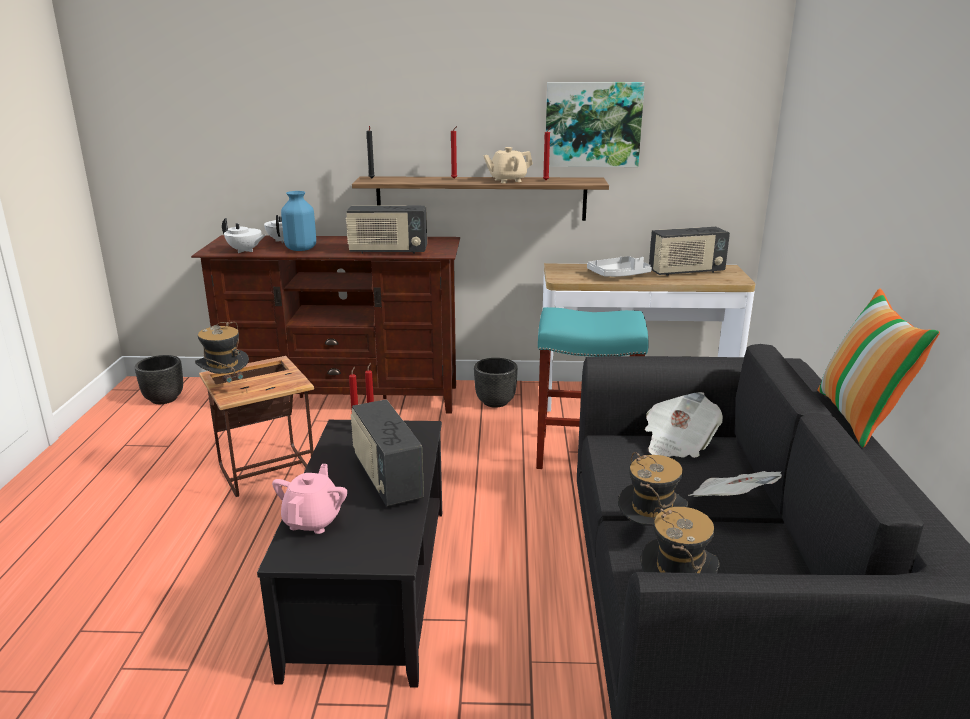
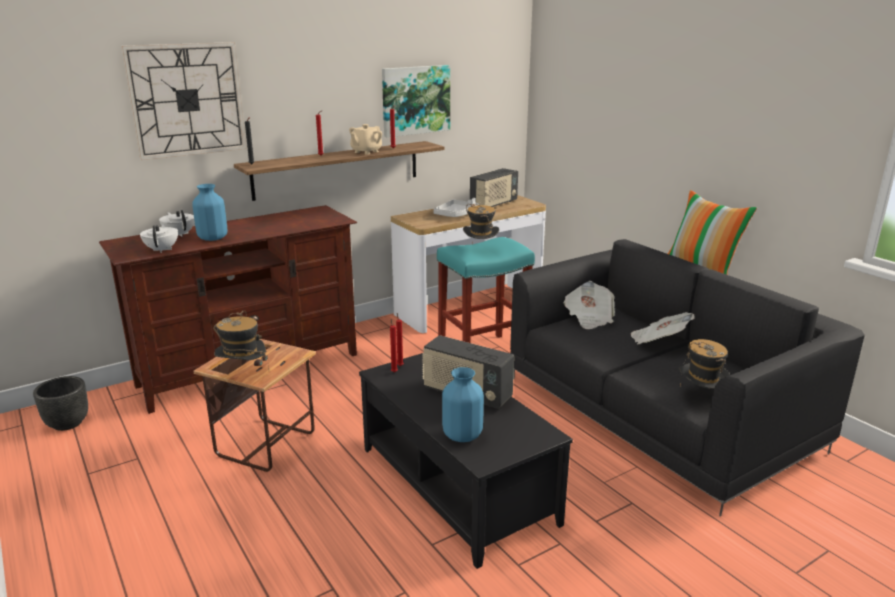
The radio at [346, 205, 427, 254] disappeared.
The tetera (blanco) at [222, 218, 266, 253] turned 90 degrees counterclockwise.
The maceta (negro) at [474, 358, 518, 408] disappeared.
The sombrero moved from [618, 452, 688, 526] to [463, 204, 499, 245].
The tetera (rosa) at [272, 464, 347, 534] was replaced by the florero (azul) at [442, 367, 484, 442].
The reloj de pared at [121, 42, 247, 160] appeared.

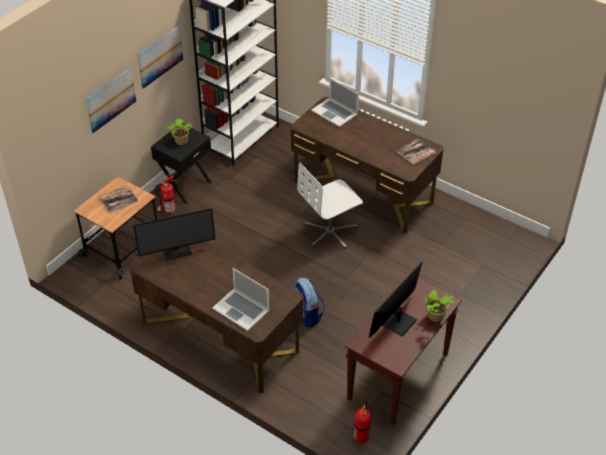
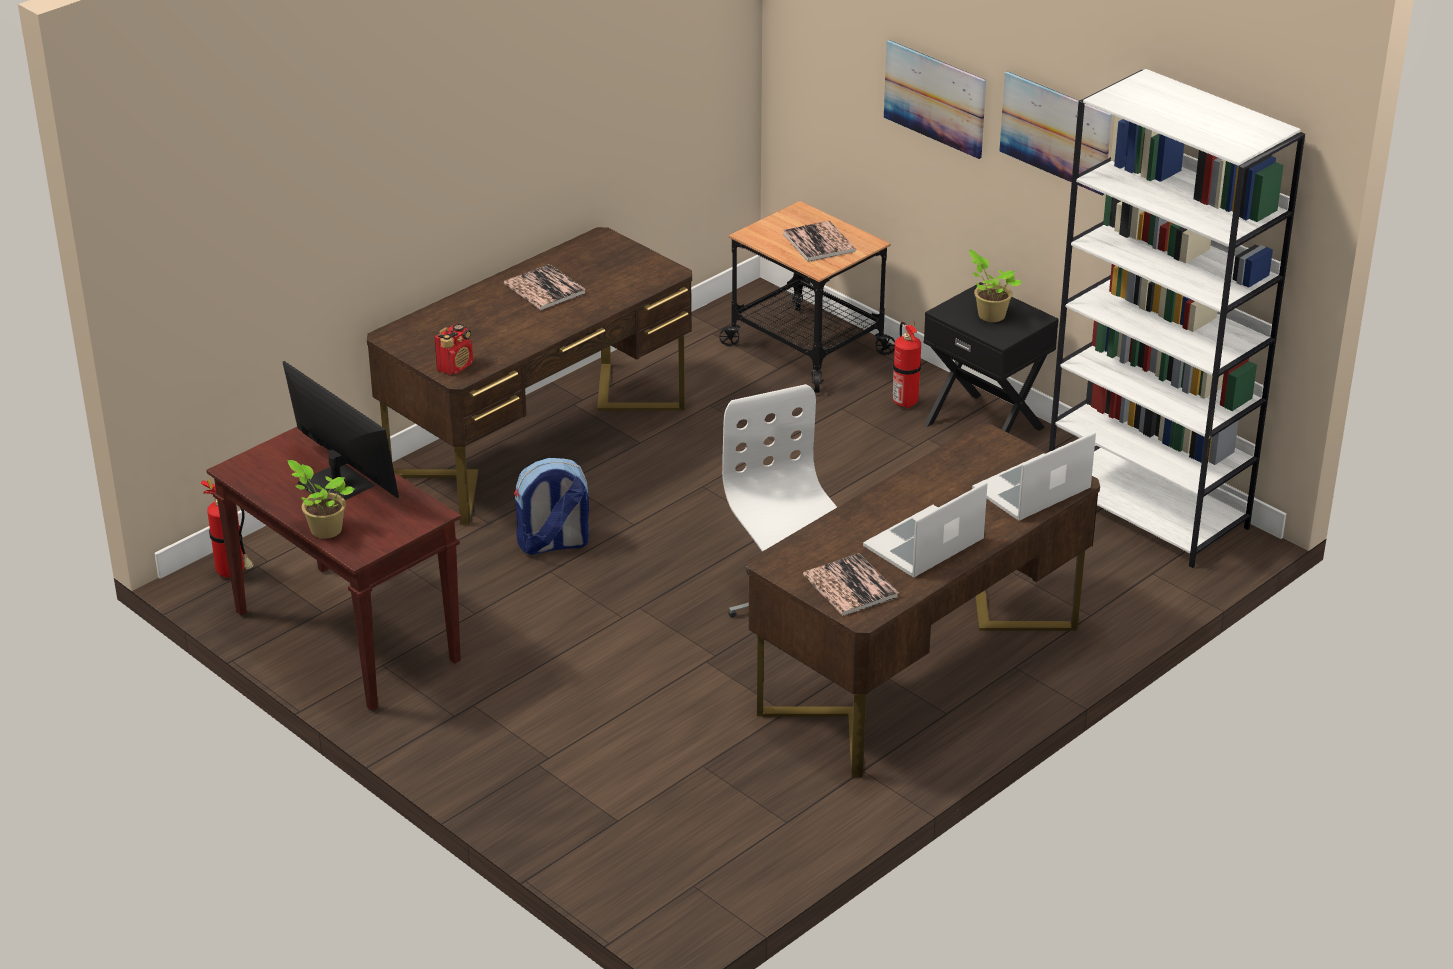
The monitor at [133, 208, 216, 260] disappeared.
The portátil moved from [212, 268, 270, 331] to [863, 482, 988, 577].
The libro at [504, 264, 586, 311] appeared.
The radio at [435, 323, 473, 375] appeared.

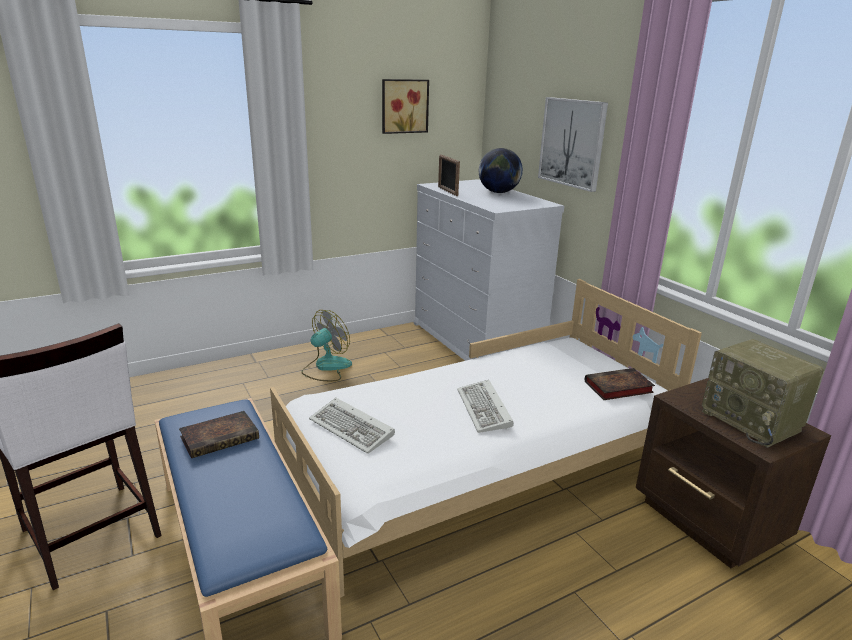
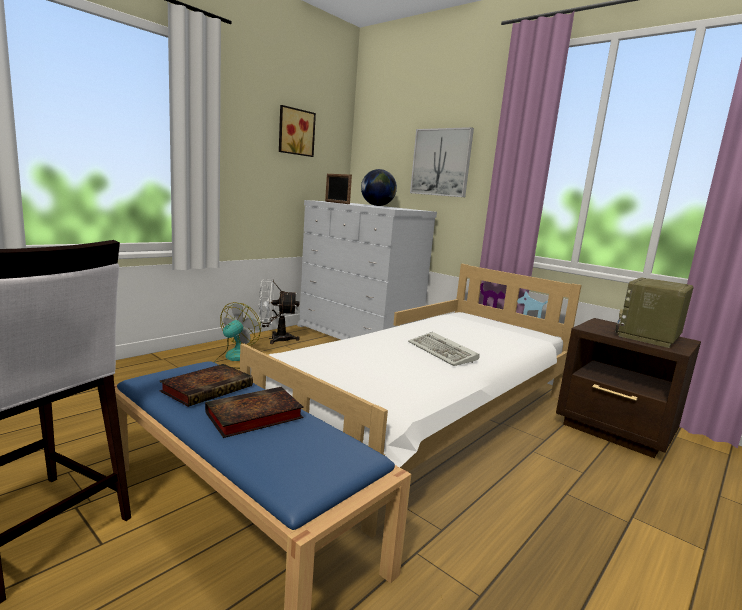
The radio at [702, 339, 824, 448] turned 90 degrees clockwise.
The libro moved from [585, 368, 655, 400] to [205, 387, 304, 438].
The teclado at [309, 398, 395, 454] disappeared.
The ventilador (blanco) at [258, 279, 300, 344] appeared.

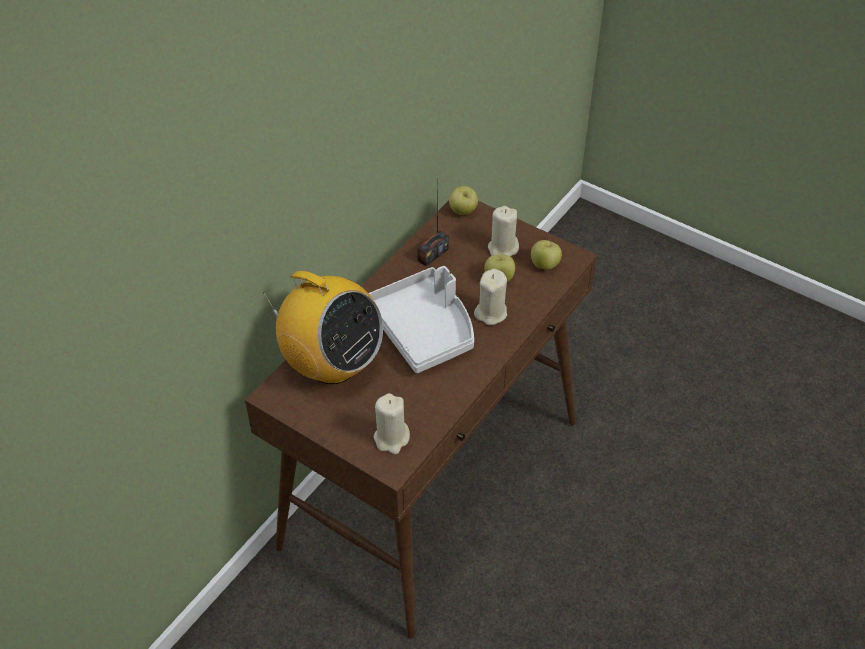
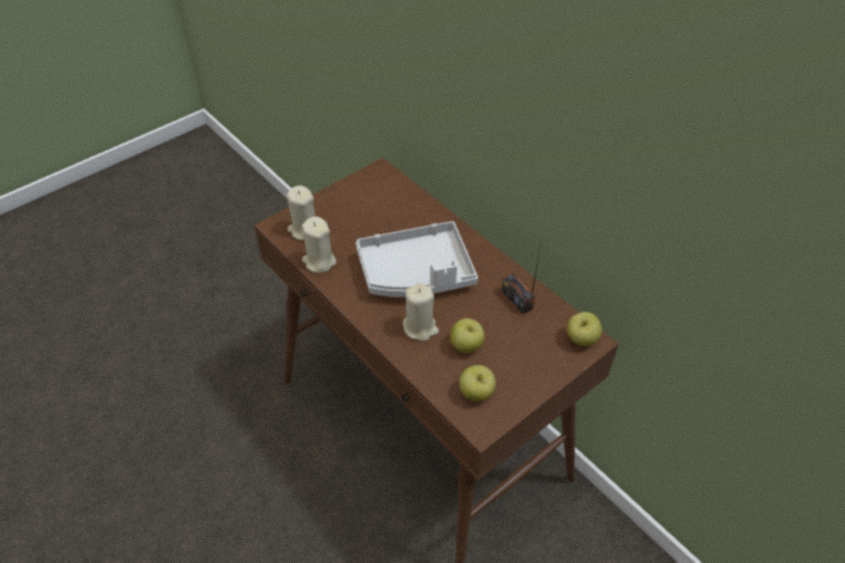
The vela (beis) moved from [488, 206, 519, 257] to [302, 217, 337, 273].
The radio at [263, 271, 383, 384] disappeared.

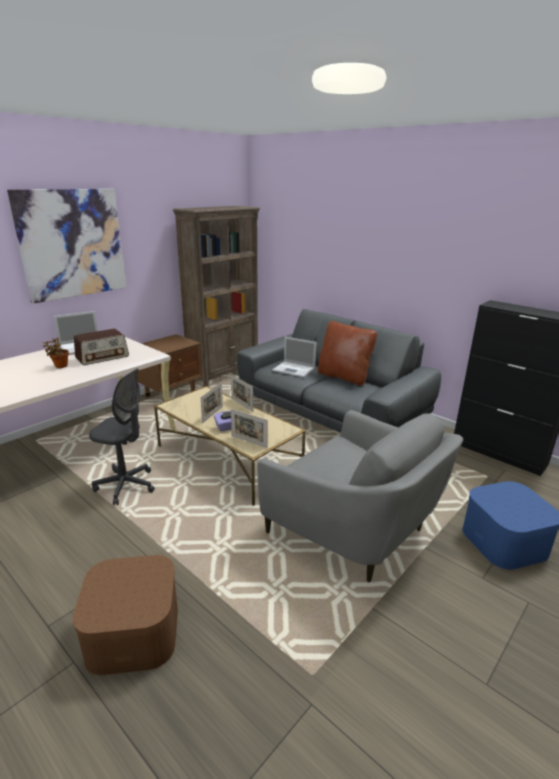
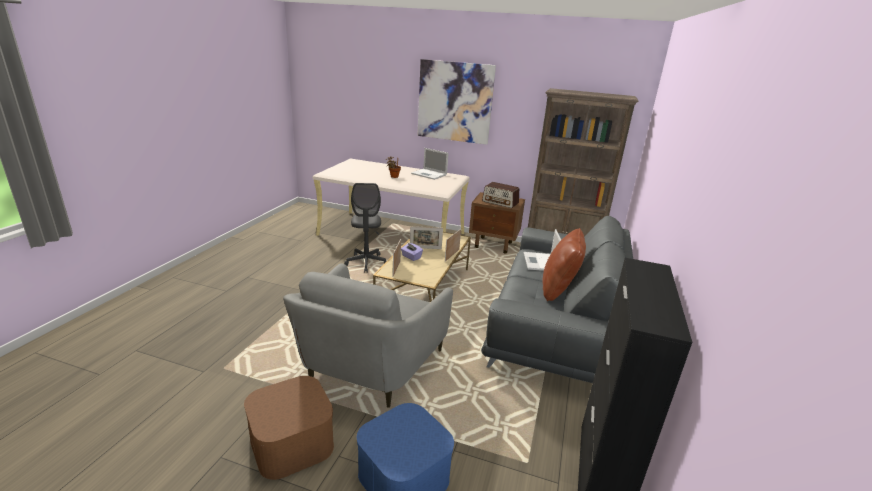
The radio moved from [74, 329, 129, 365] to [482, 182, 519, 208].
The caja de almacenaje (marrón) moved from [73, 555, 178, 675] to [244, 376, 334, 480].

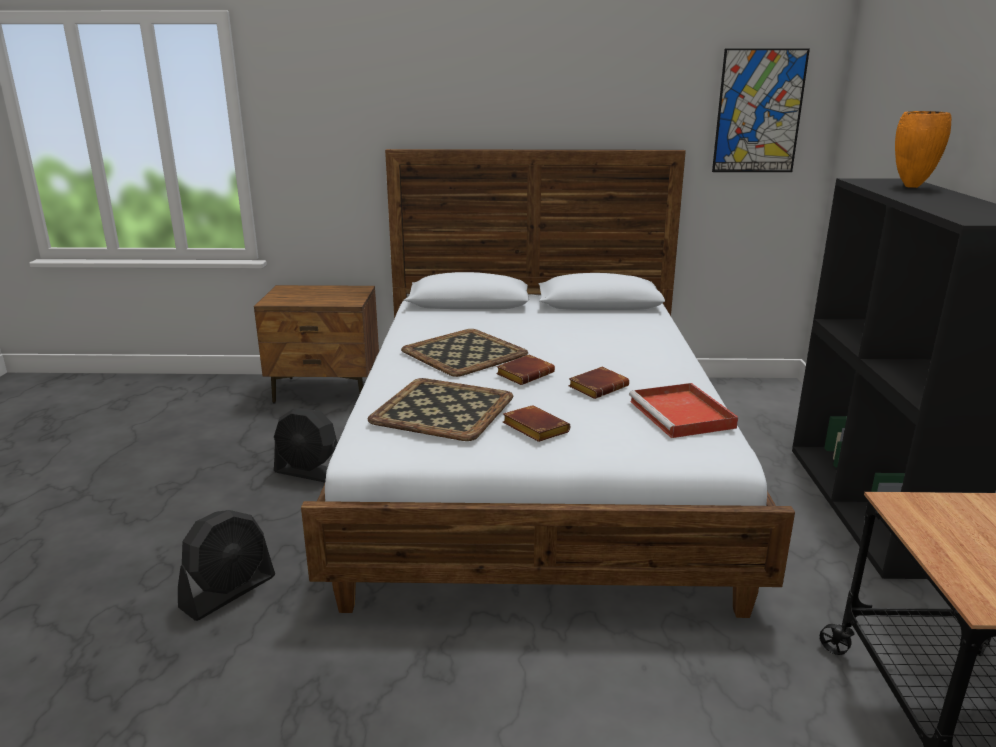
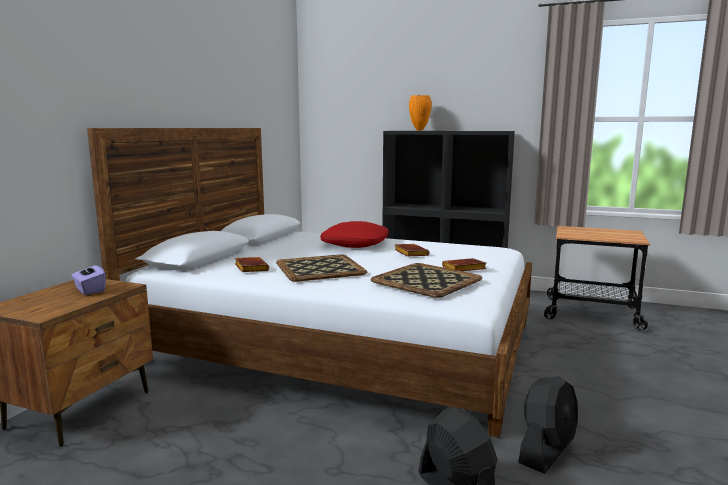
The cuadro at [712, 49, 810, 172] disappeared.
The libro (marrón) moved from [496, 355, 555, 385] to [235, 257, 269, 272].
The bandeja (rojo) at [629, 383, 738, 438] disappeared.
The ventilador (negro) moved from [274, 408, 338, 483] to [518, 376, 578, 474].
The cojín (rojo) at [320, 221, 389, 248] appeared.
The caja de pañuelos (morado) at [71, 263, 106, 295] appeared.

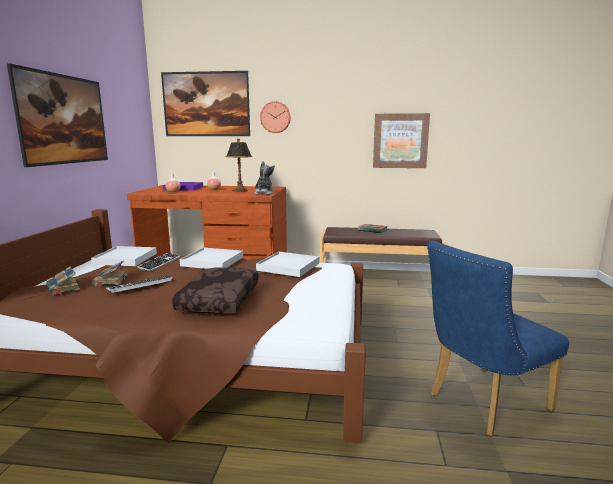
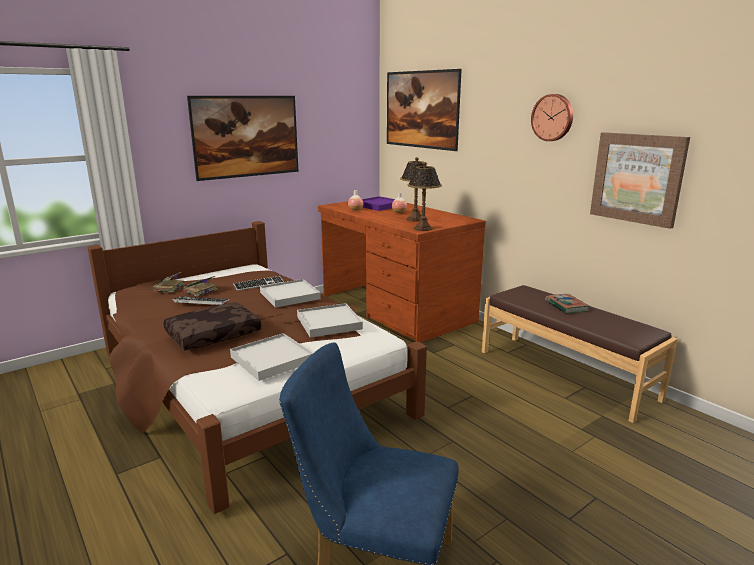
The reloj de pared moved from [260, 101, 291, 133] to [531, 94, 573, 141].
The peluche at [254, 161, 275, 195] was replaced by the lámpara de mesa at [408, 162, 442, 231].
The bandeja (blanco) moved from [91, 246, 157, 266] to [230, 333, 313, 381].

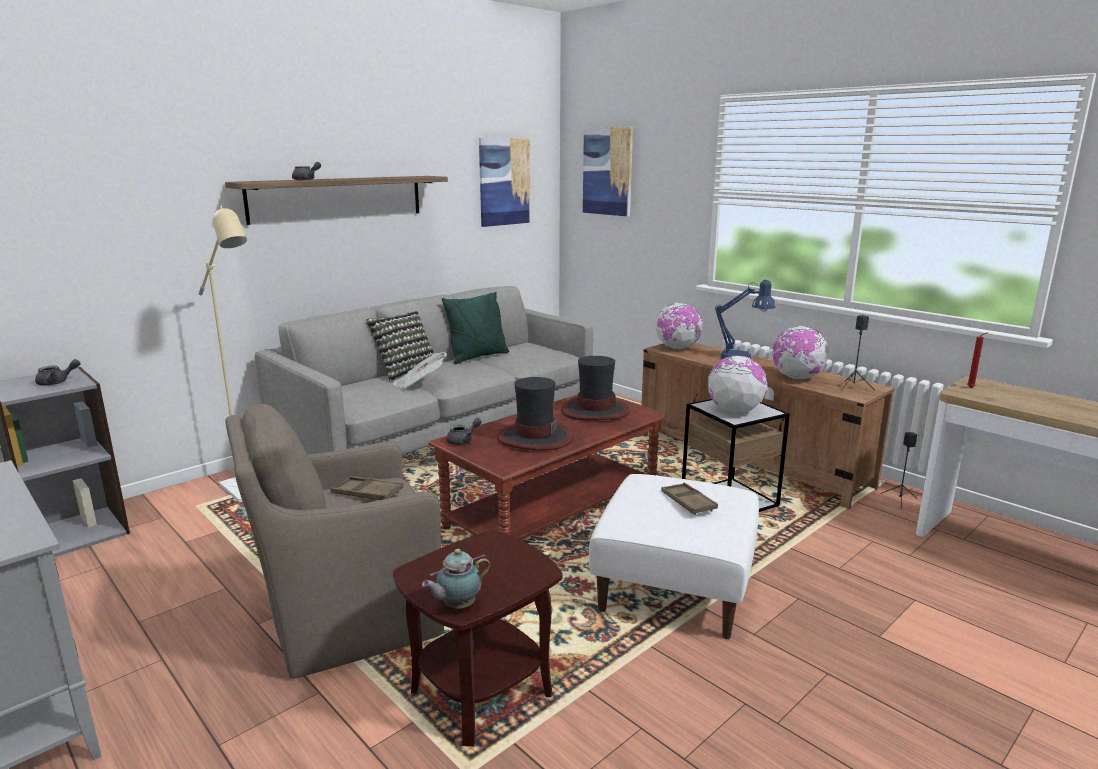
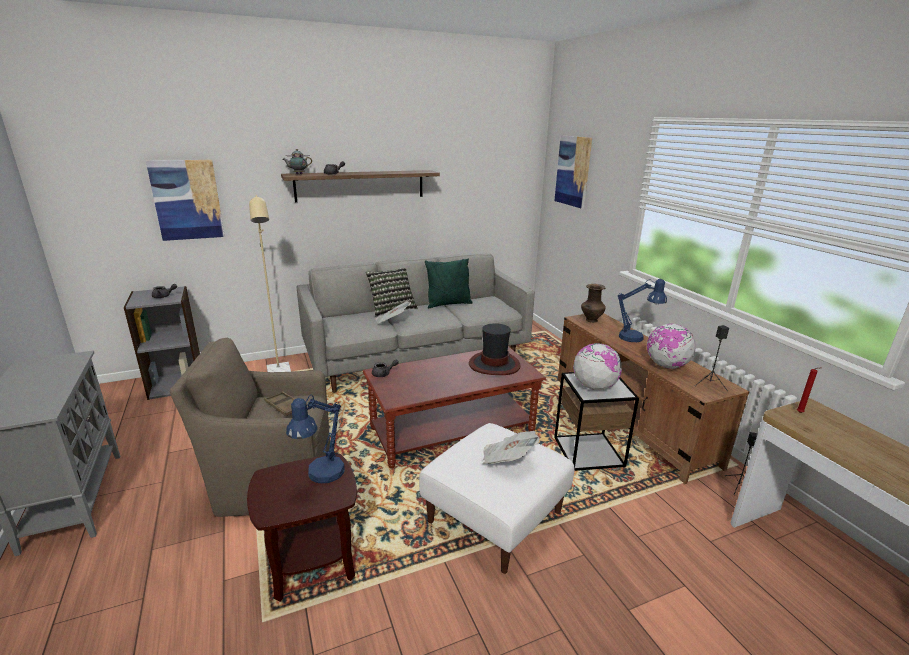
The cuadro moved from [479, 138, 530, 227] to [146, 160, 225, 241].
The globo terráqueo at [655, 303, 702, 349] was replaced by the florero (marrón) at [581, 284, 606, 323].
The sombrero at [497, 377, 573, 451] disappeared.
The bandeja (marrón) at [661, 483, 718, 515] was replaced by the periódico at [483, 431, 540, 464].
The tetera moved from [422, 549, 490, 609] to [283, 149, 312, 174].
The lámpara de mesa (azul) at [286, 395, 345, 483] appeared.

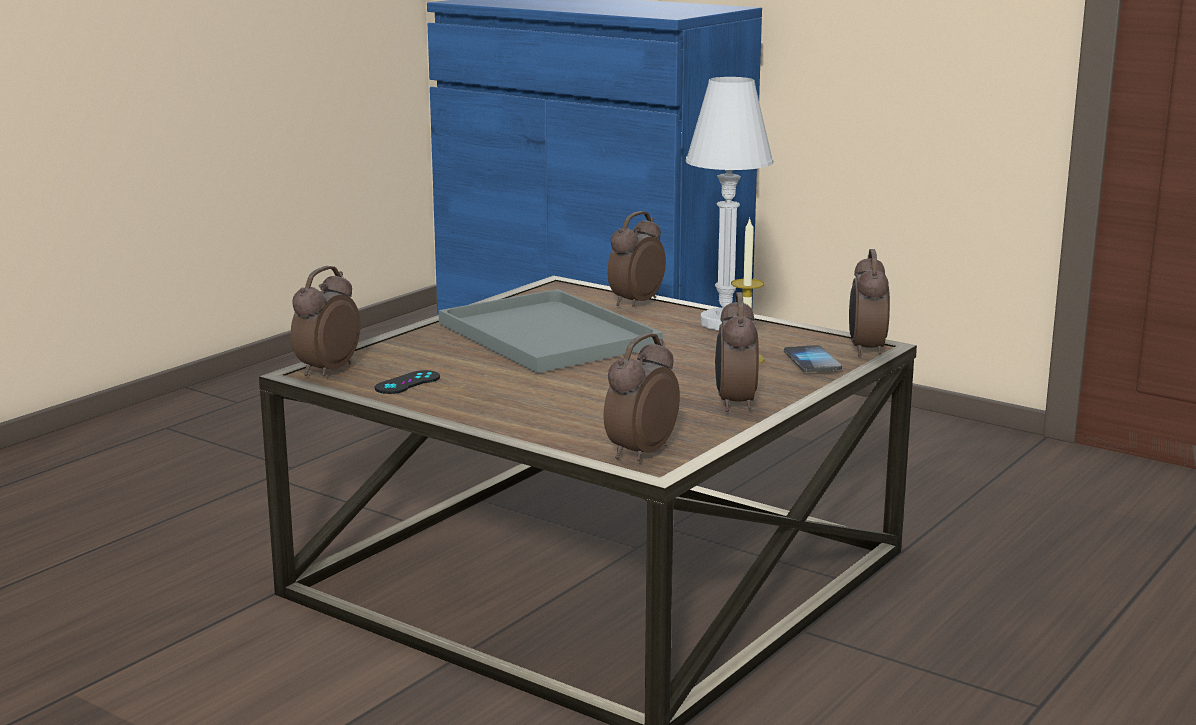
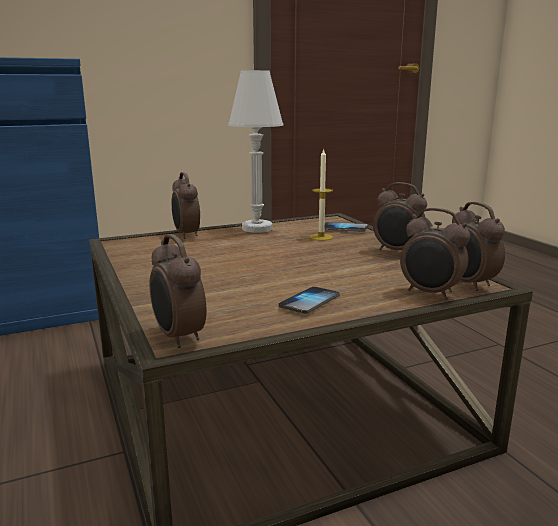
The despertador moved from [849, 249, 890, 357] to [400, 208, 470, 300].
The bandeja (gris) at [439, 289, 663, 373] disappeared.
The mando de consola (negro) at [374, 370, 440, 394] disappeared.
The móvil at [278, 287, 340, 314] appeared.

